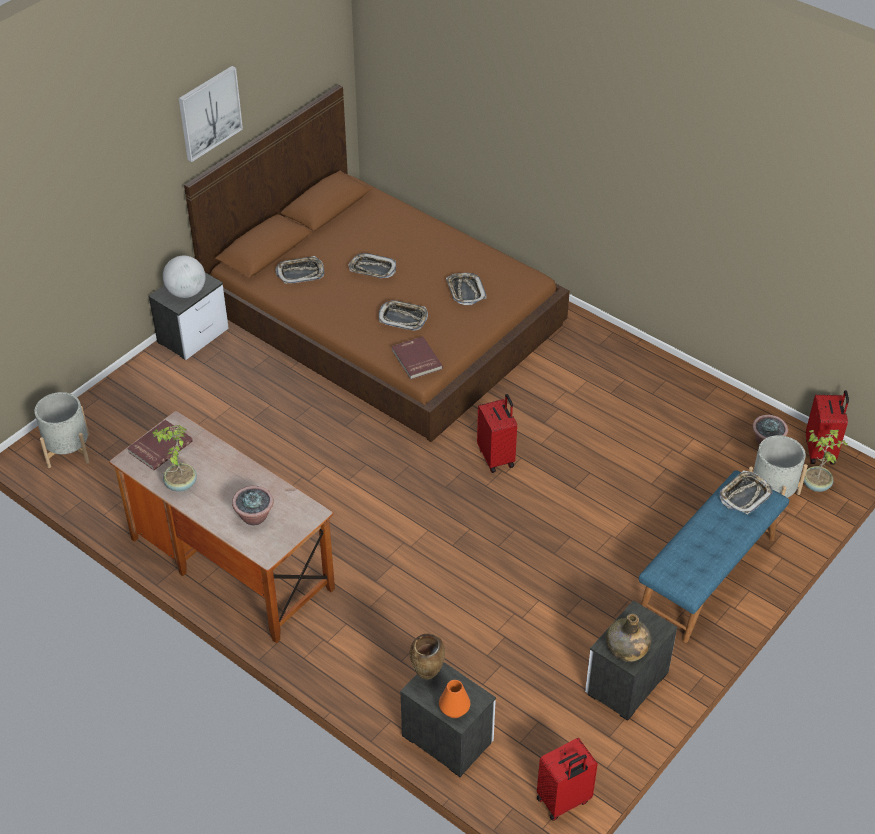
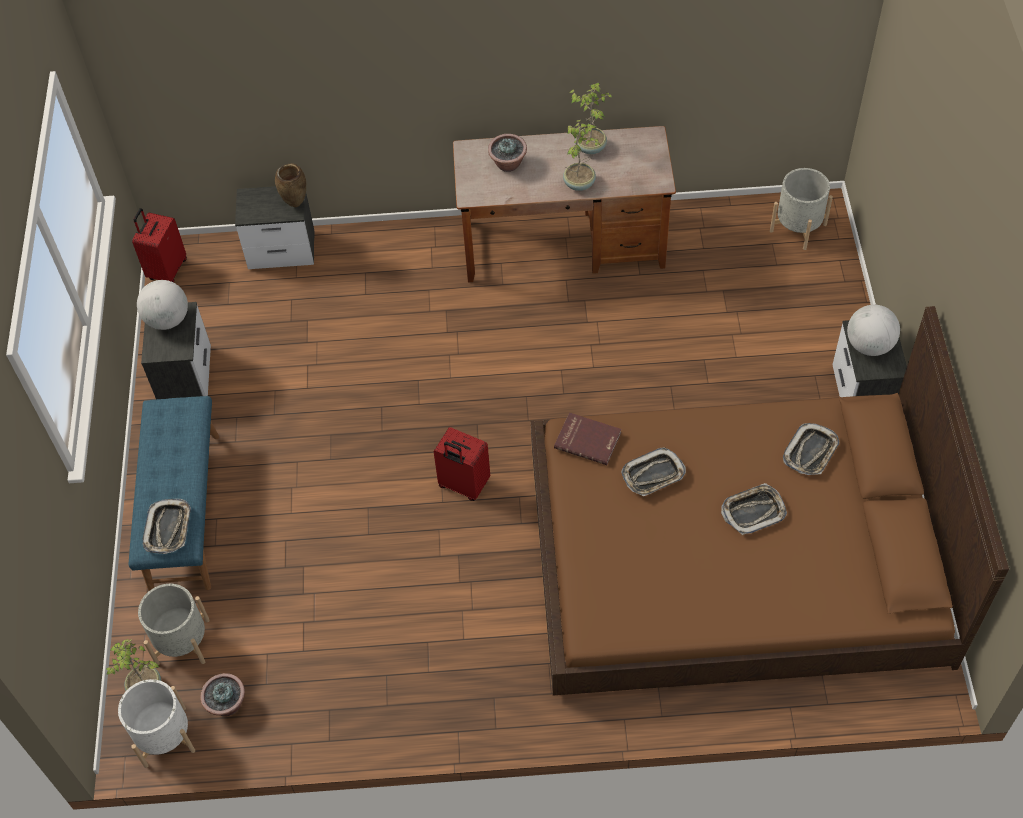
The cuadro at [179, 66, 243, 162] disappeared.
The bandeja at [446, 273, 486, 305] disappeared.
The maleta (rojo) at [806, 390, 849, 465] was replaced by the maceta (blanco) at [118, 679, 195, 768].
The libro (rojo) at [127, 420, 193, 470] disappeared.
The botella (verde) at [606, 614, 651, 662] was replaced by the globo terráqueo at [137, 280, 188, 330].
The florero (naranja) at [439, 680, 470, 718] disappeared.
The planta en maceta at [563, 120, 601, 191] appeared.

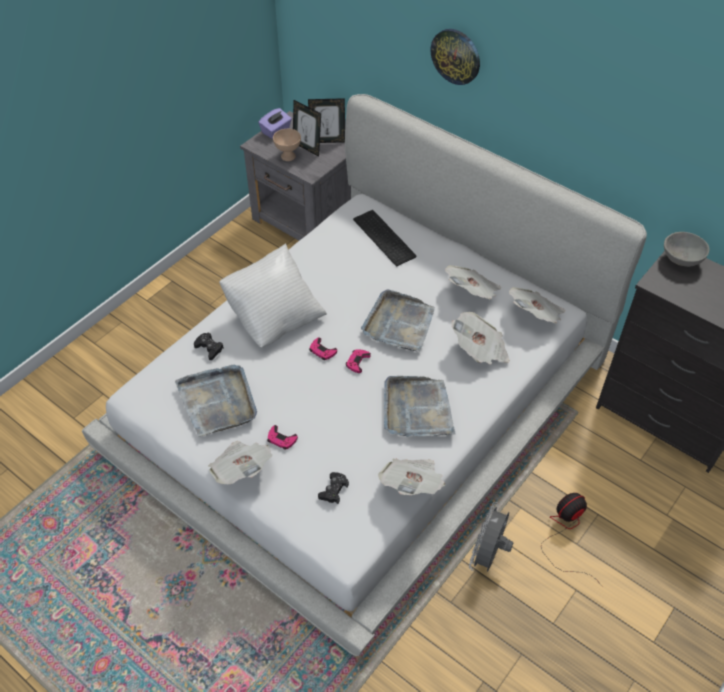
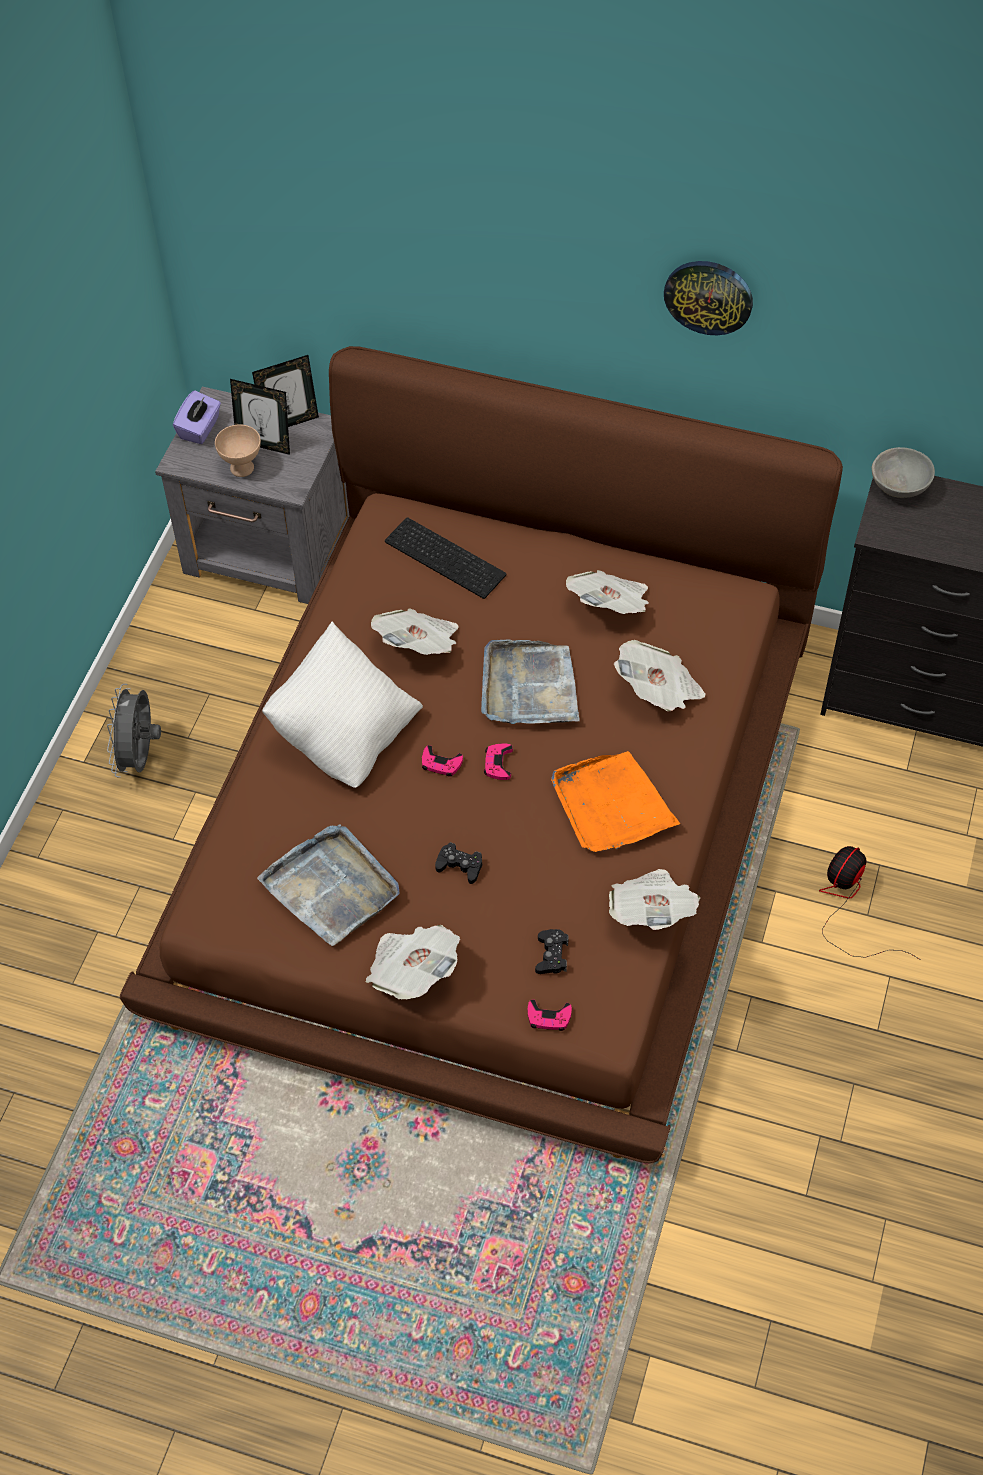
The reloj de pared moved from [431, 29, 480, 85] to [664, 261, 753, 335].
The cama (blanco) at [82, 94, 647, 656] became the cama (marrón) at [120, 346, 843, 1163].
The periódico moved from [509, 287, 565, 323] to [371, 609, 459, 655].
The mando de consola (negro) moved from [194, 333, 224, 360] to [435, 842, 482, 884].
The bandeja (gris) at [384, 376, 455, 437] became the bandeja (naranja) at [551, 751, 680, 852].
The mando de consola (rosa) moved from [267, 425, 298, 450] to [527, 1000, 572, 1031].
The ventilador (gris) moved from [469, 502, 513, 572] to [107, 684, 161, 777].

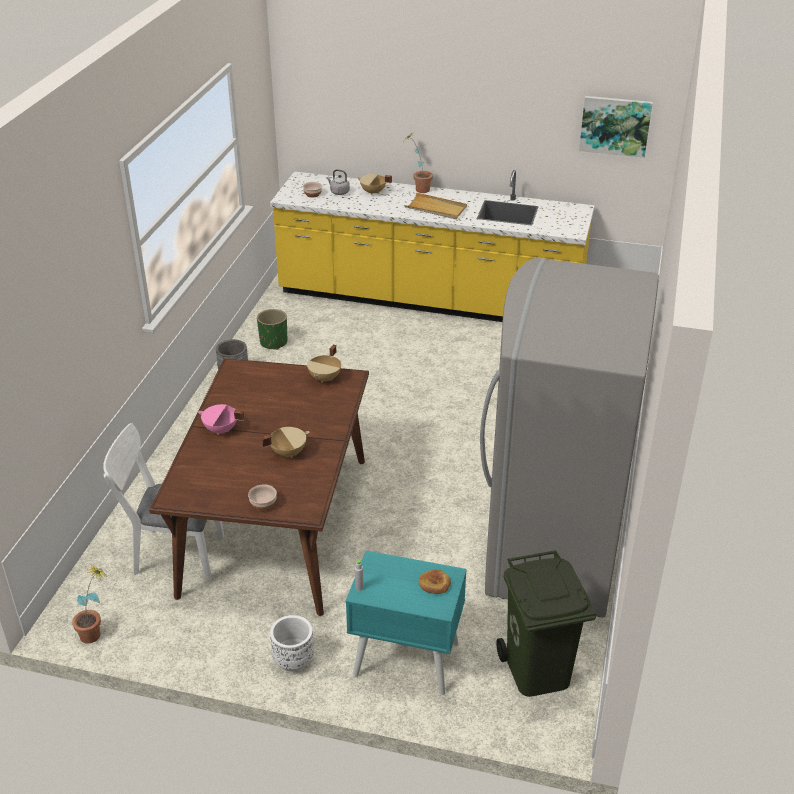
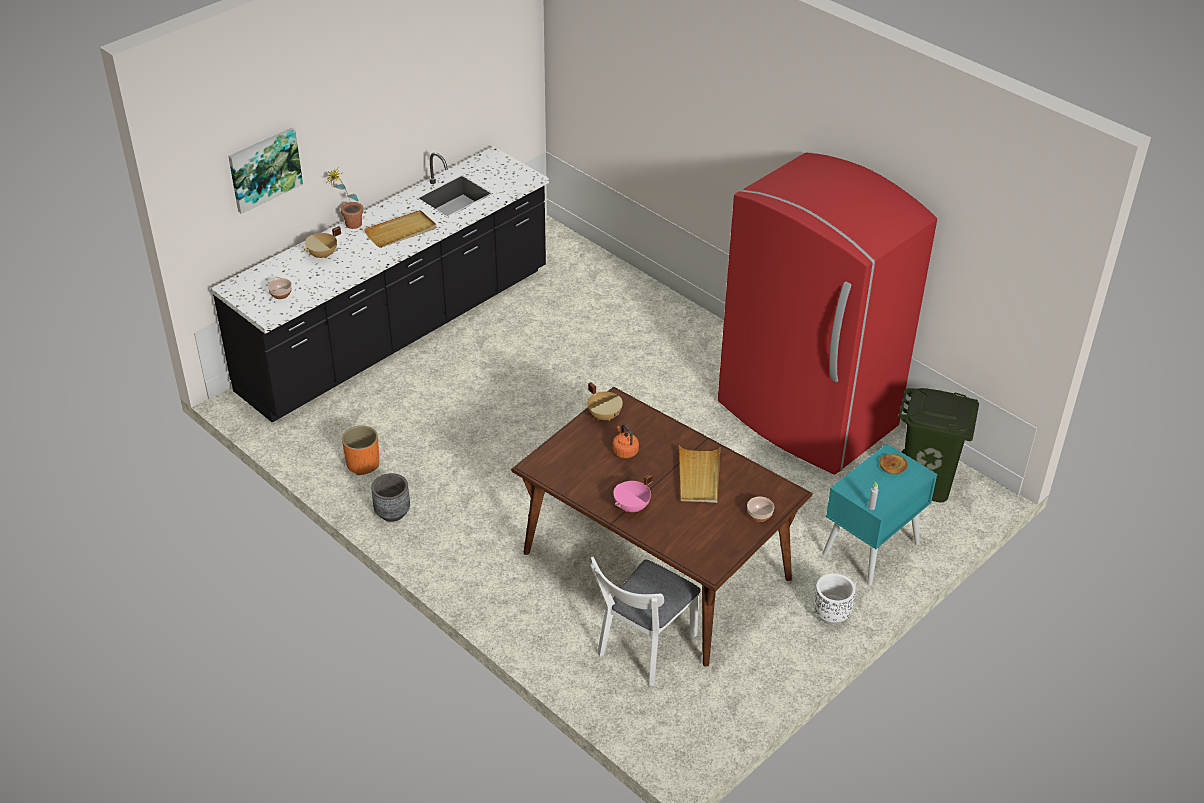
The cuadro moved from [579, 96, 653, 158] to [228, 128, 303, 214].
The hervidor (gris) at [327, 169, 350, 195] disappeared.
The mueble bajo de cocina (amarillo) at [270, 170, 594, 322] became the mueble bajo de cocina (negro) at [211, 146, 549, 423].
The nevera (gris) at [480, 258, 659, 617] became the nevera (rojo) at [718, 153, 937, 475].
The maceta (verde) at [257, 309, 287, 350] became the maceta (naranja) at [342, 425, 380, 475].
The olla (beis) at [261, 427, 309, 458] was replaced by the bandeja (beis) at [679, 445, 720, 503].
The planta en maceta at [72, 566, 106, 644] disappeared.
The hervidor (naranja) at [613, 425, 639, 458] appeared.

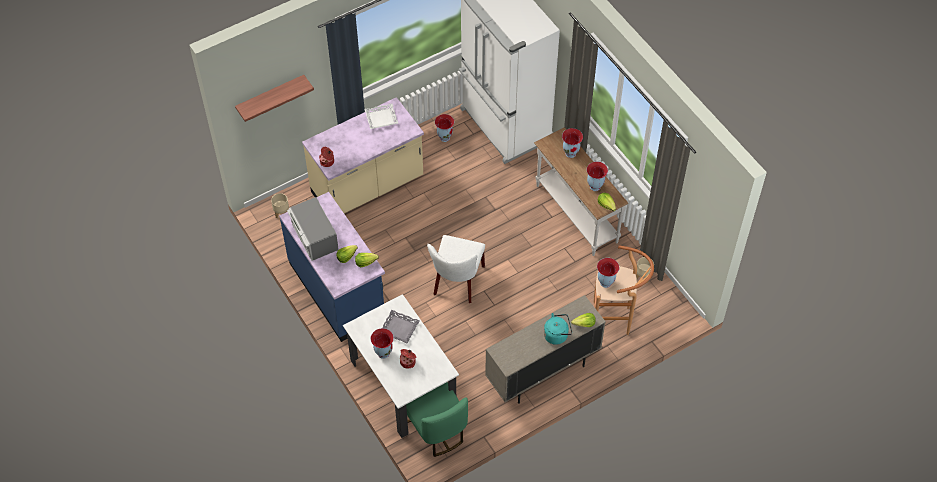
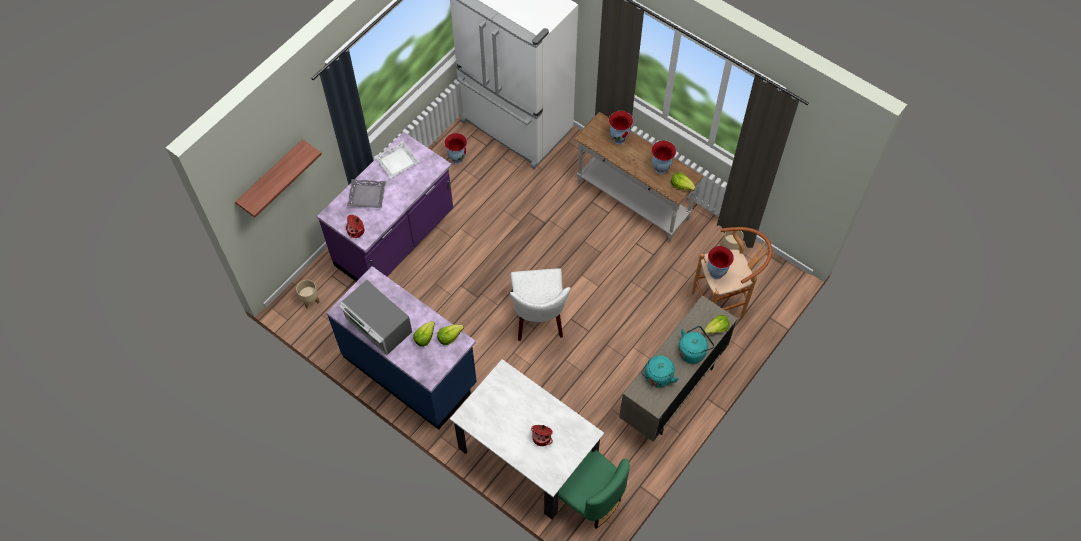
The mueble bajo de cocina (beis) at [302, 97, 424, 213] became the mueble bajo de cocina (morado) at [317, 132, 453, 282].
The bandeja (gris) moved from [382, 310, 420, 344] to [347, 179, 386, 208].
The florero at [371, 328, 394, 359] disappeared.
The hervidor (turquesa) at [641, 355, 679, 388] appeared.

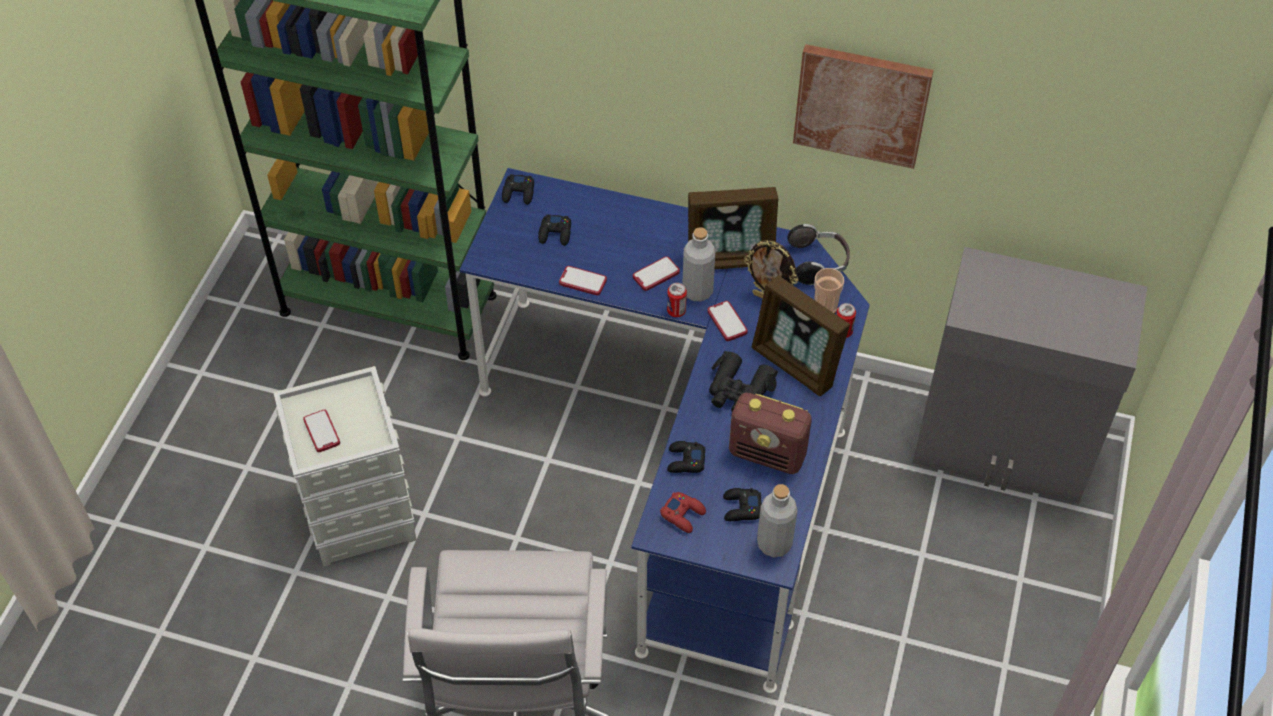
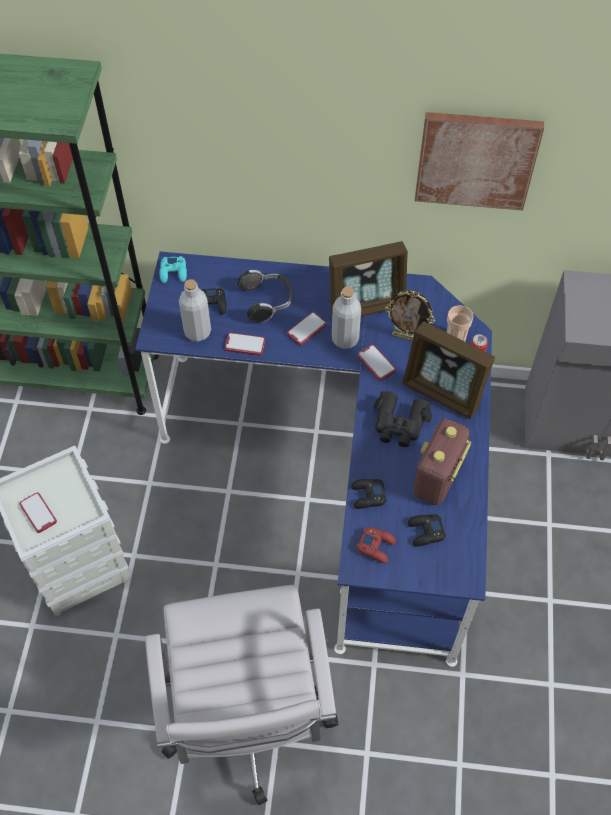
The mando de consola (negro) at [502, 174, 534, 205] became the mando de consola (turquesa) at [160, 256, 187, 283].
The auriculares moved from [787, 224, 850, 285] to [238, 270, 292, 322].
The lata at [667, 283, 687, 317] disappeared.
The radio at [729, 393, 812, 474] turned 105 degrees clockwise.
The botella (gris) moved from [757, 484, 798, 557] to [179, 279, 211, 342].

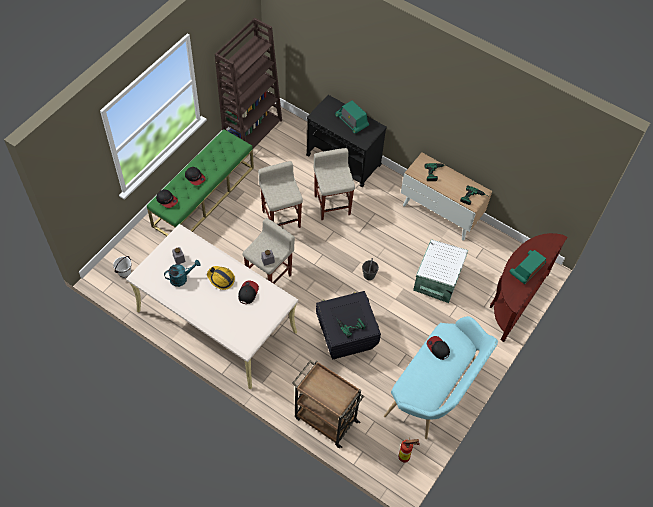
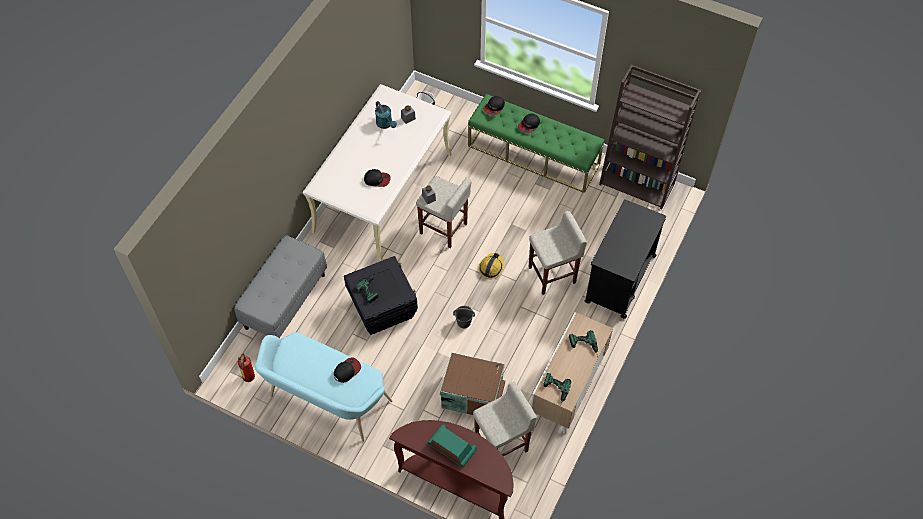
The radio at [335, 100, 369, 133] disappeared.
The taburete (beis) moved from [258, 161, 303, 228] to [473, 382, 537, 456].
The caja de almacenaje (blanco) at [413, 239, 468, 303] became the caja de almacenaje (marrón) at [440, 352, 505, 415].
The casco moved from [207, 266, 235, 290] to [479, 253, 504, 279].
The carrito (marrón) at [292, 360, 364, 448] was replaced by the banco (gris) at [234, 235, 327, 338].

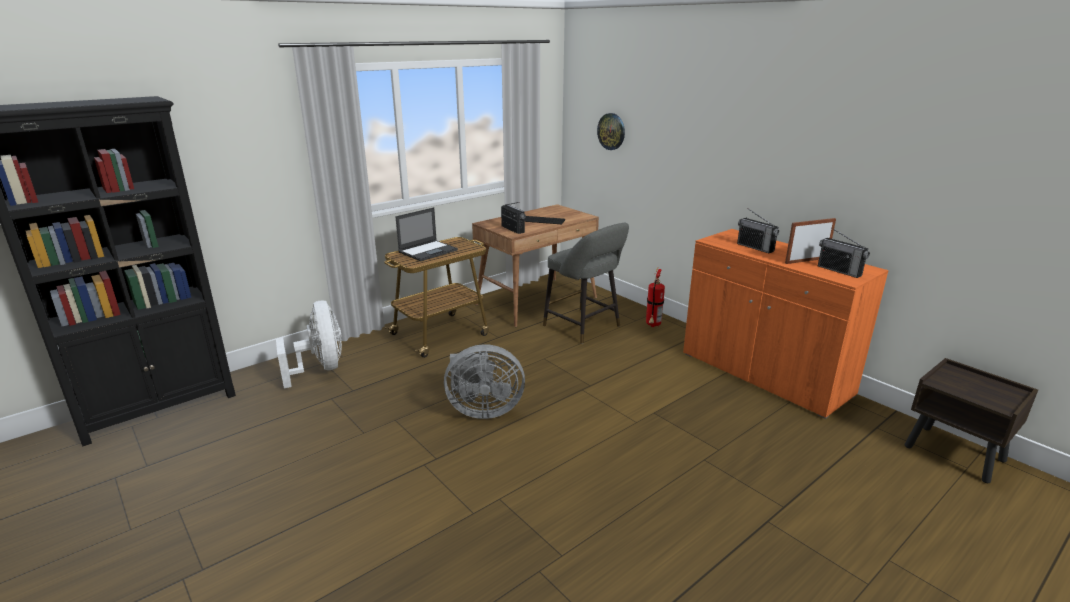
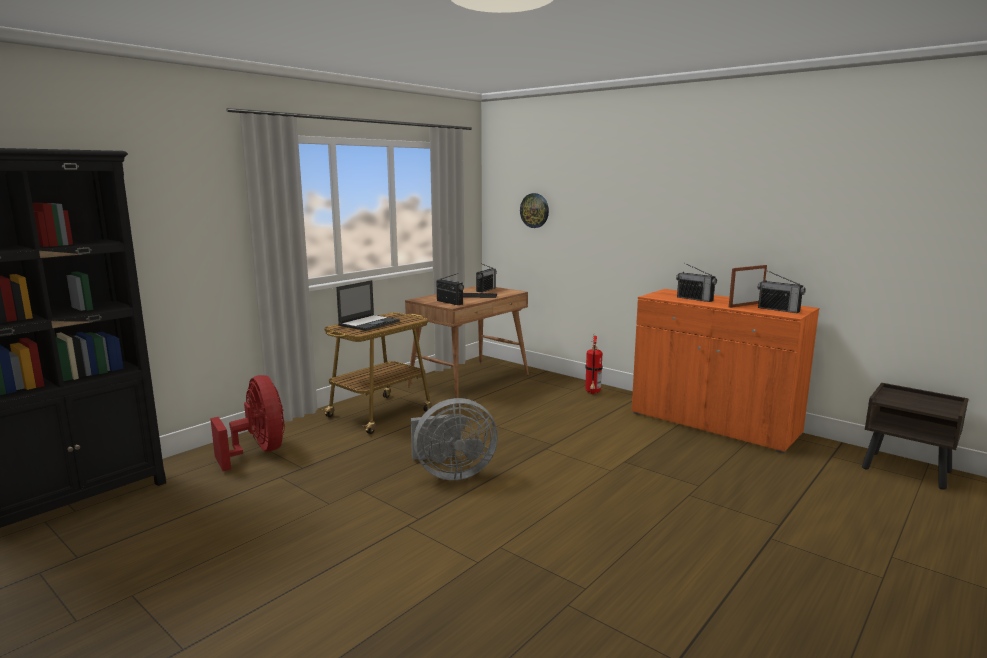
The taburete (gris) at [543, 223, 629, 344] disappeared.
The ventilador (blanco) at [276, 301, 342, 388] became the ventilador (rojo) at [210, 375, 285, 471].
The radio at [476, 263, 497, 292] appeared.

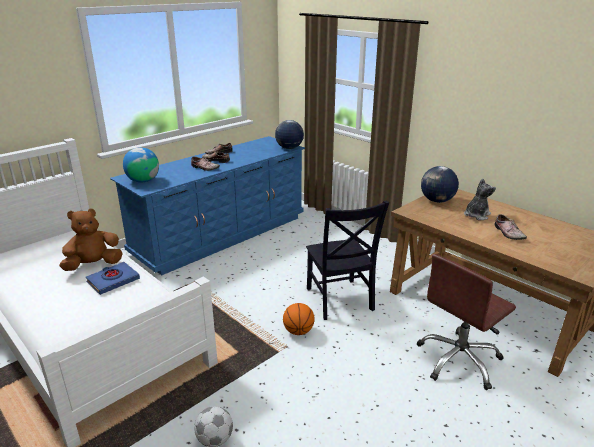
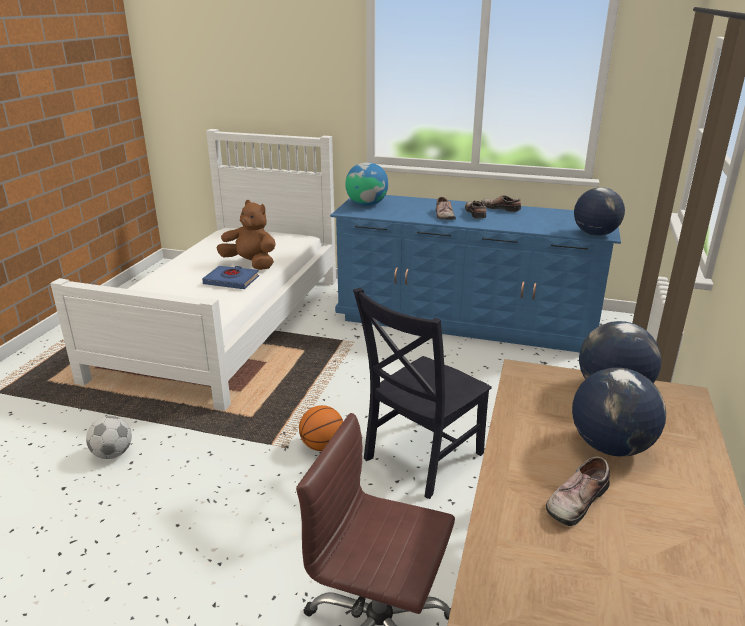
The peluche at [464, 178, 496, 220] was replaced by the globo terráqueo at [572, 368, 666, 456].

